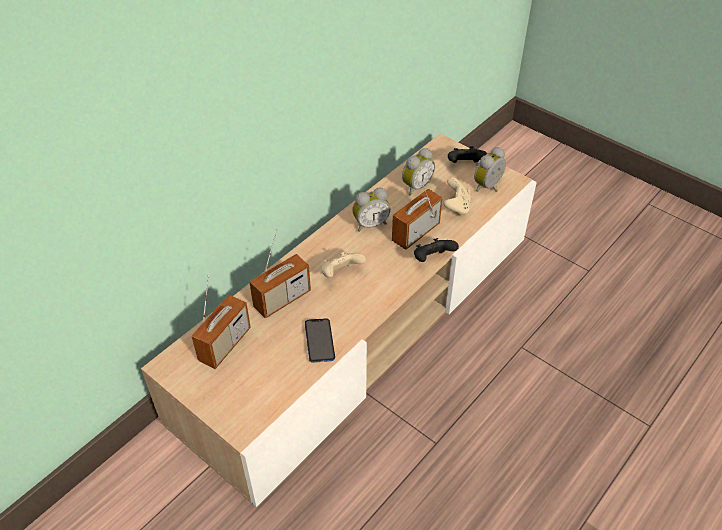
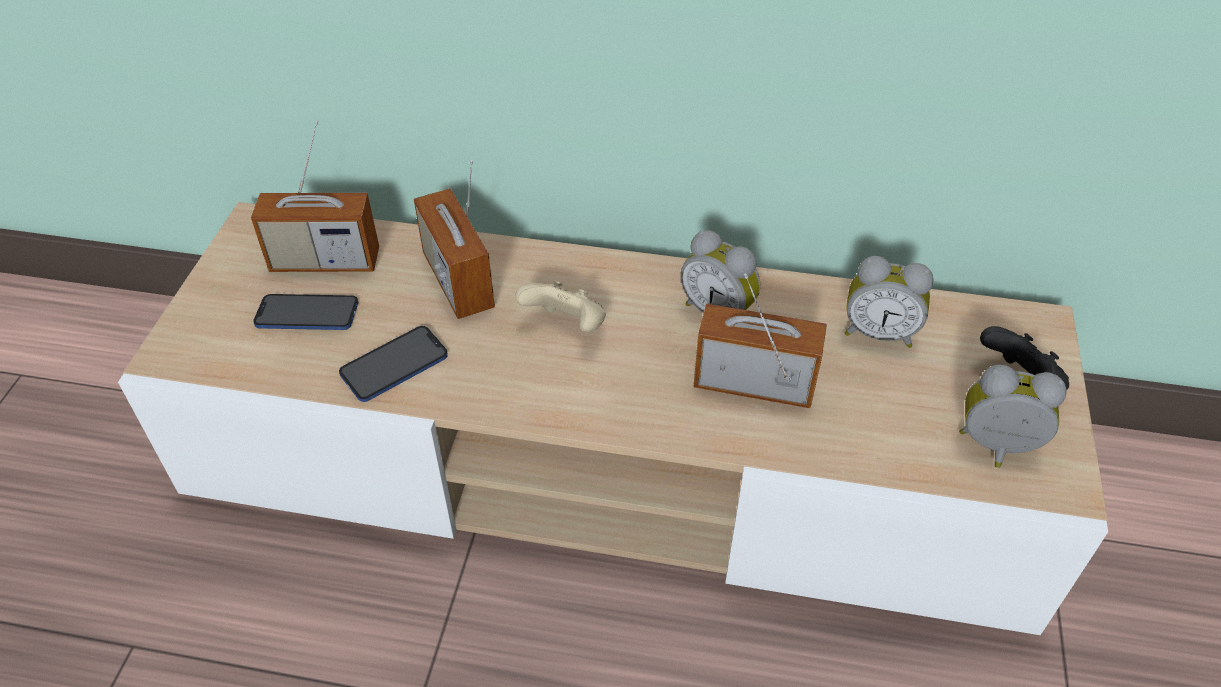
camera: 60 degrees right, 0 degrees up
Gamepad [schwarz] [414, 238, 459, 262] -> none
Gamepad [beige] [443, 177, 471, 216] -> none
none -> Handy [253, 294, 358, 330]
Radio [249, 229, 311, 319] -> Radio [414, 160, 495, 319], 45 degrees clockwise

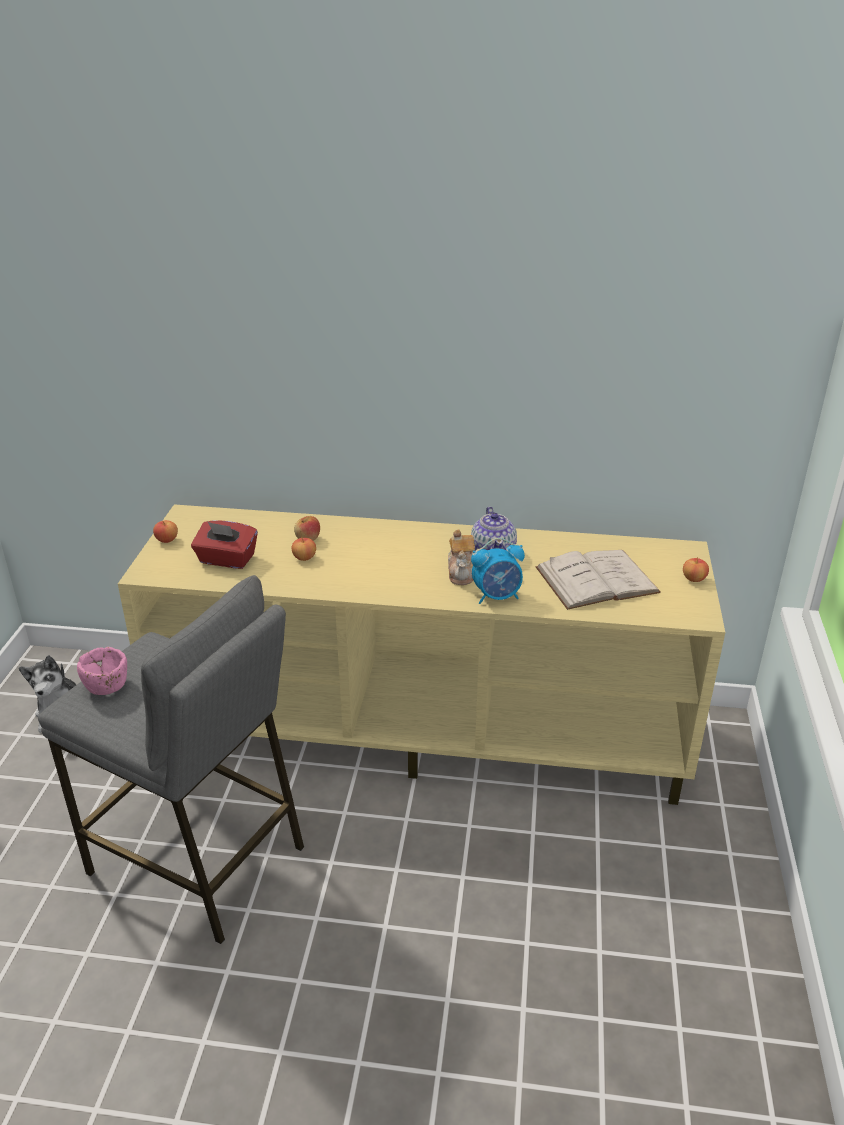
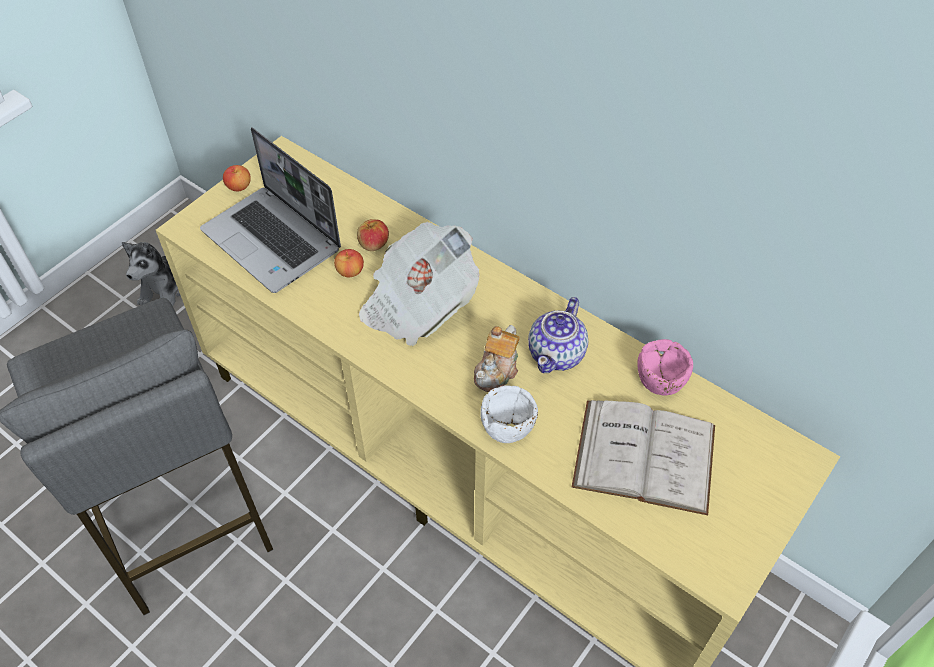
camera: 30 degrees right, 20 degrees up
Apfel [683, 557, 709, 582] -> none
none -> Zeitung [359, 222, 480, 346]
Schüssel [rosa] [77, 647, 127, 695] -> Schüssel [rosa] [637, 339, 693, 395], relocated
Taschentuchbox [rot] [191, 520, 258, 569] -> Laptop [200, 127, 341, 293]
Wecker [471, 538, 525, 604] -> Schüssel [weiß] [480, 385, 538, 443]

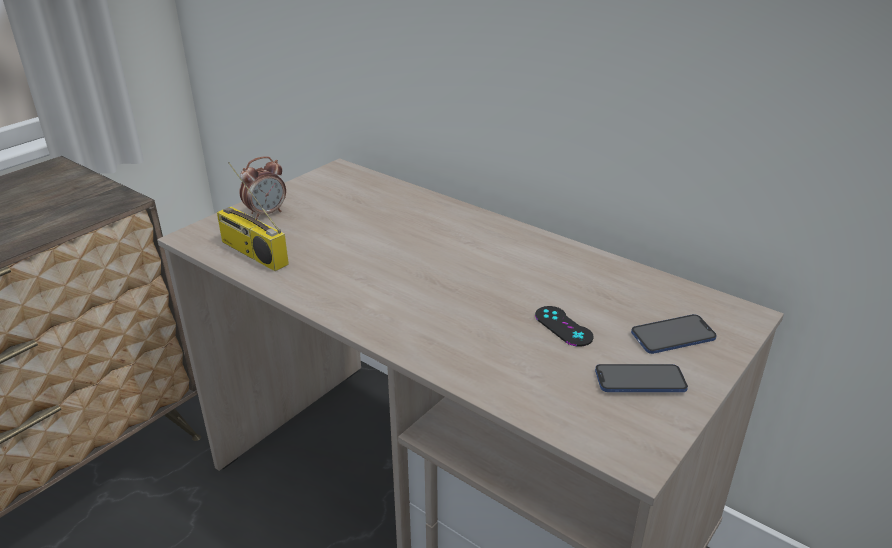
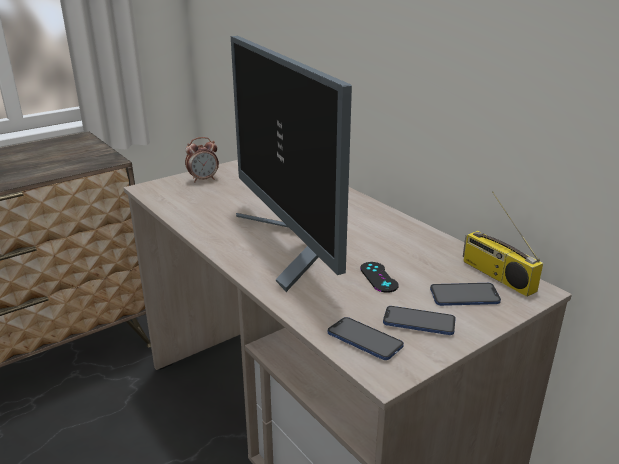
camera: 15 degrees right, 5 degrees down
none -> Monitor [231, 36, 352, 292]
none -> Handy [328, 317, 404, 360]
Radio [217, 162, 289, 271] -> Radio [463, 191, 543, 297], relocated

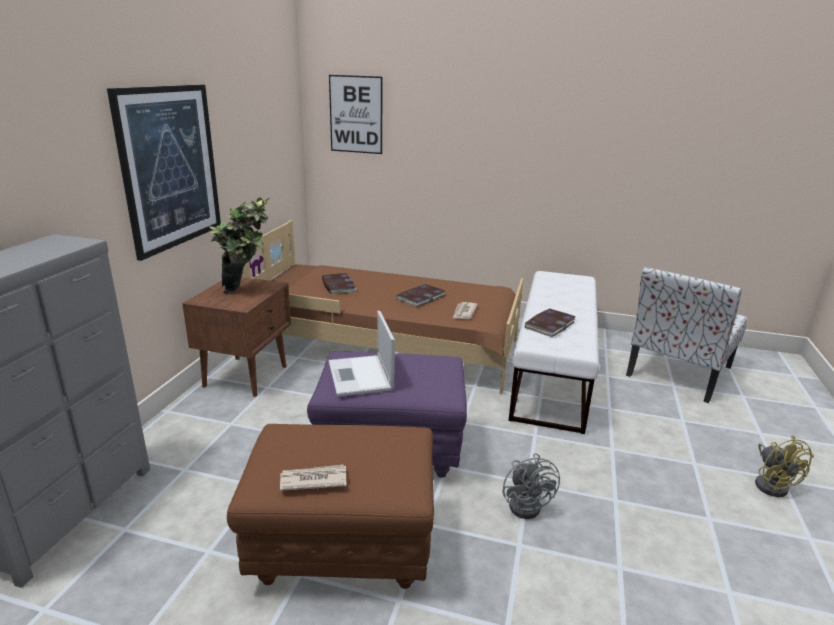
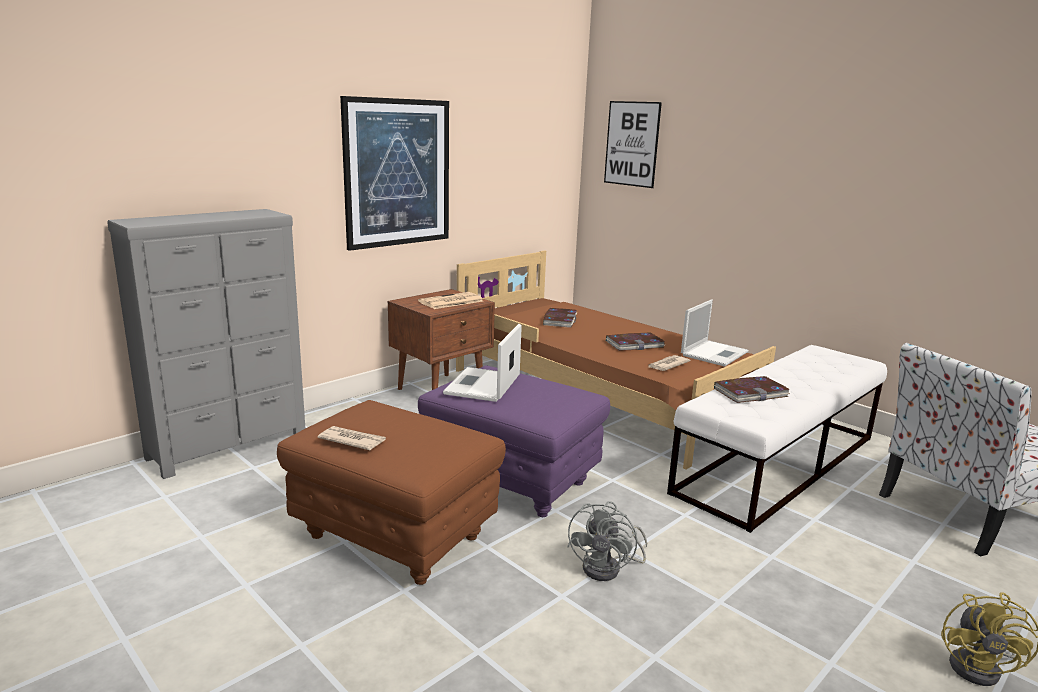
camera: 30 degrees right, 5 degrees down
none -> Laptop [681, 300, 749, 367]
Topfpflanze [209, 198, 270, 293] -> Zeitung [418, 292, 483, 309]

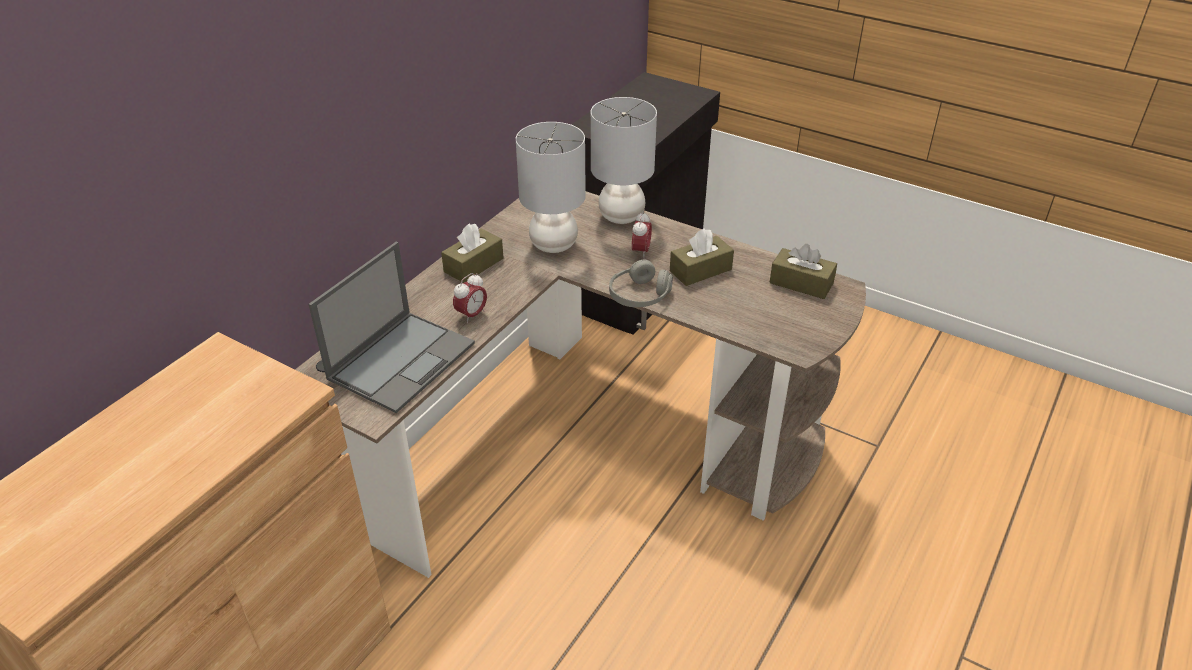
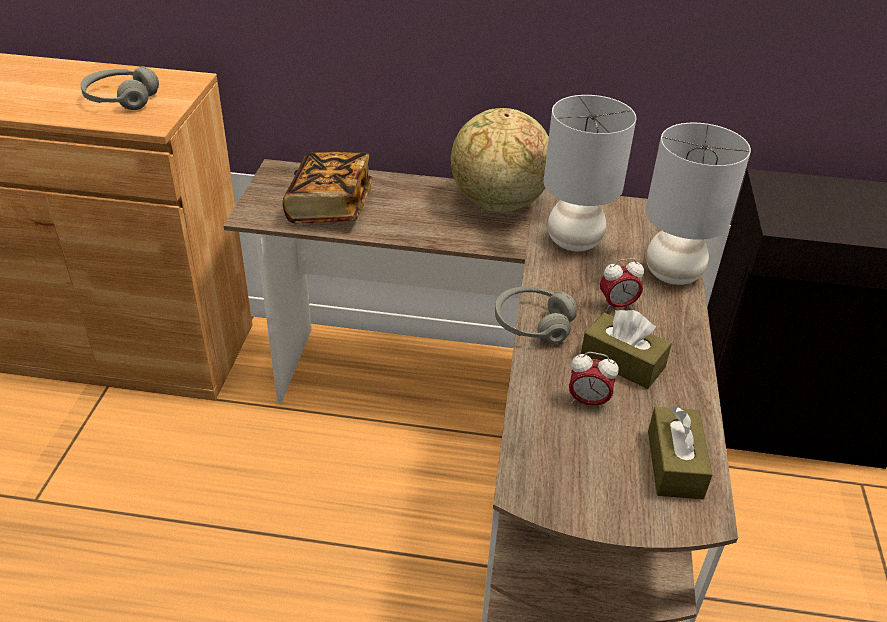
camera: 65 degrees right, 0 degrees up
none -> Kopfhörer [grau] [81, 66, 159, 110]
Wecker [453, 273, 487, 324] -> Wecker [569, 352, 619, 410], relocated
Laptop [309, 242, 475, 413] -> Buch [283, 152, 372, 224]
Taschentuchbox [braun] [441, 223, 503, 283] -> Globus [451, 108, 549, 212]

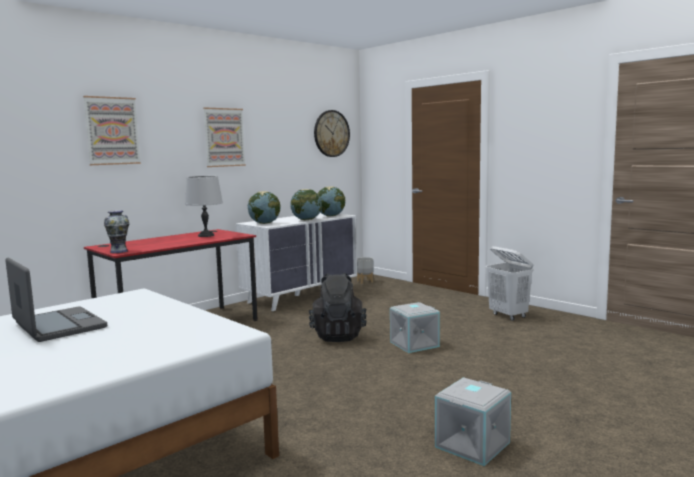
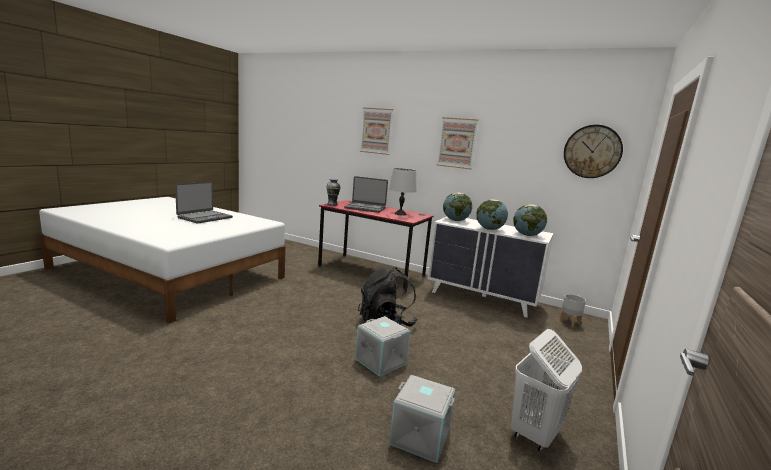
camera: 70 degrees right, 5 degrees up
none -> Laptop [344, 176, 388, 213]
Aufbewahrungsbox [grau] [435, 377, 511, 466] -> Aufbewahrungsbox [grau] [389, 375, 456, 463], relocated

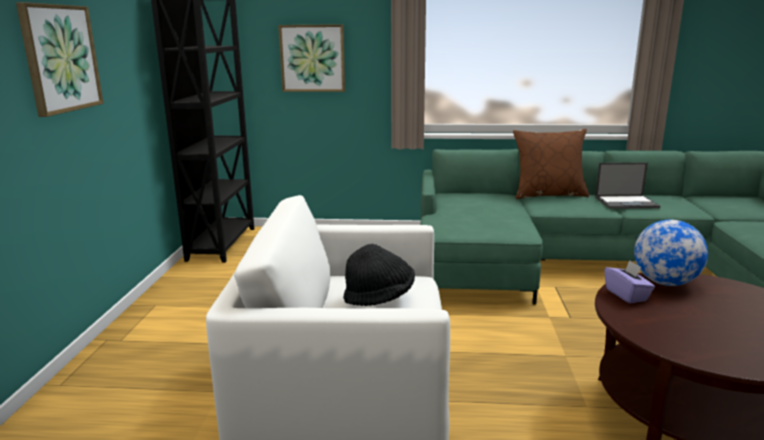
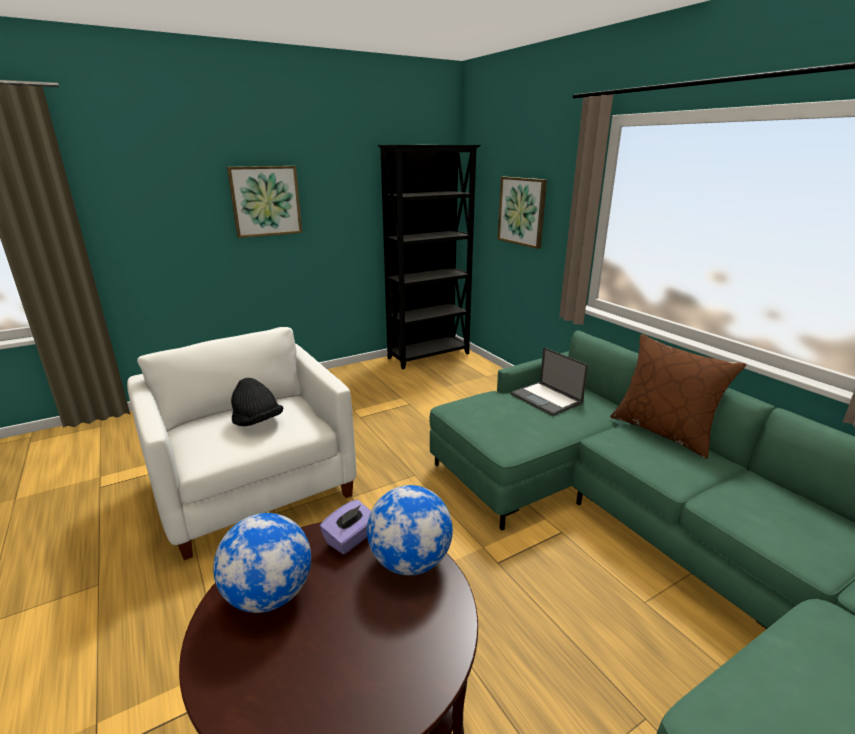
camera: 55 degrees right, 5 degrees up
none -> Globus [213, 513, 311, 613]
Laptop [595, 162, 660, 209] -> Laptop [510, 347, 588, 416], relocated

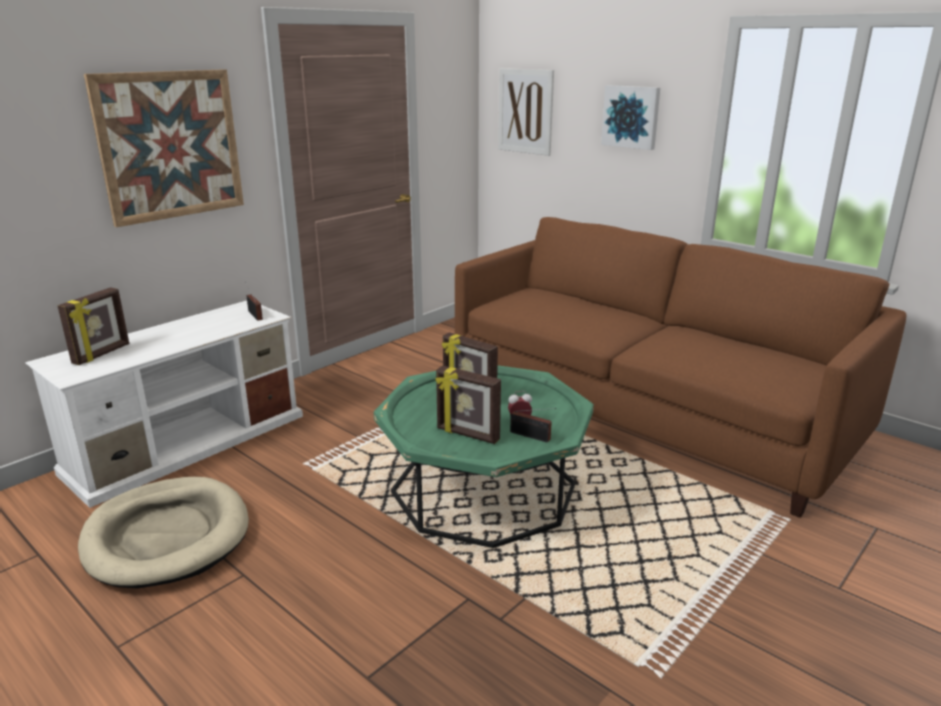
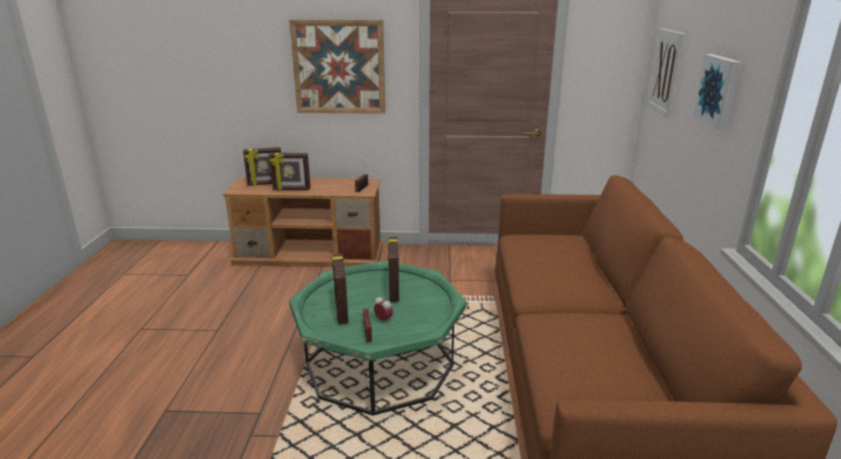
camera: 50 degrees right, 0 degrees up
Hundebett [beige] [78, 477, 249, 588] -> none
none -> Bilderrahmen [269, 153, 310, 190]
Fernsehschrank [weiß] [25, 301, 303, 508] -> Fernsehschrank [braun] [222, 177, 383, 267]

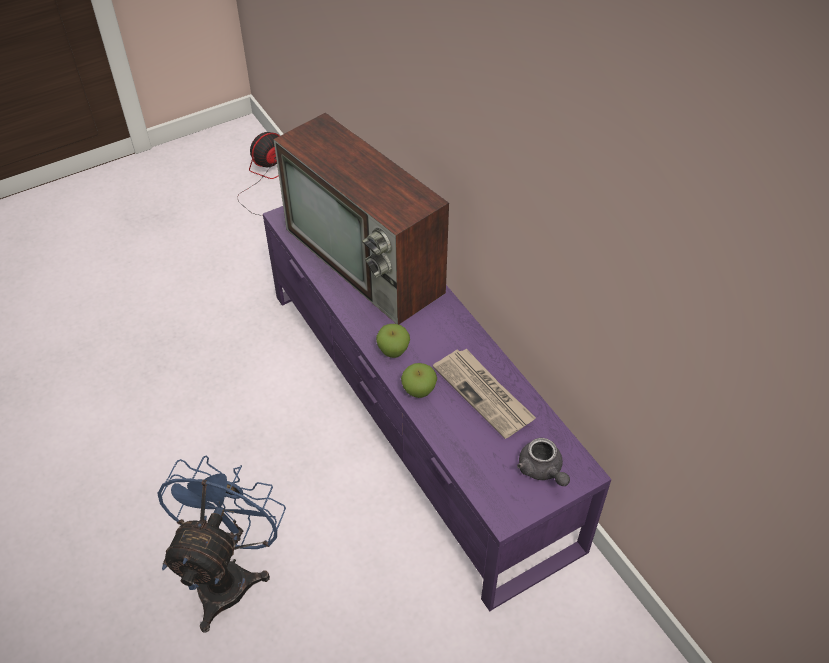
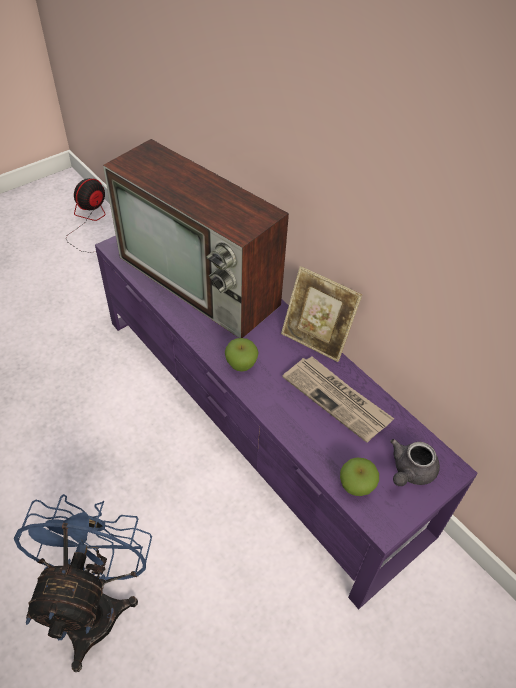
camera: 10 degrees left, 0 degrees up
none -> Bilderrahmen [281, 266, 362, 362]
Apfel [401, 363, 437, 398] -> Apfel [340, 458, 379, 496], relocated
Teekanne [grau] [517, 438, 570, 486] -> Teekanne [grau] [390, 439, 440, 486], 75 degrees clockwise

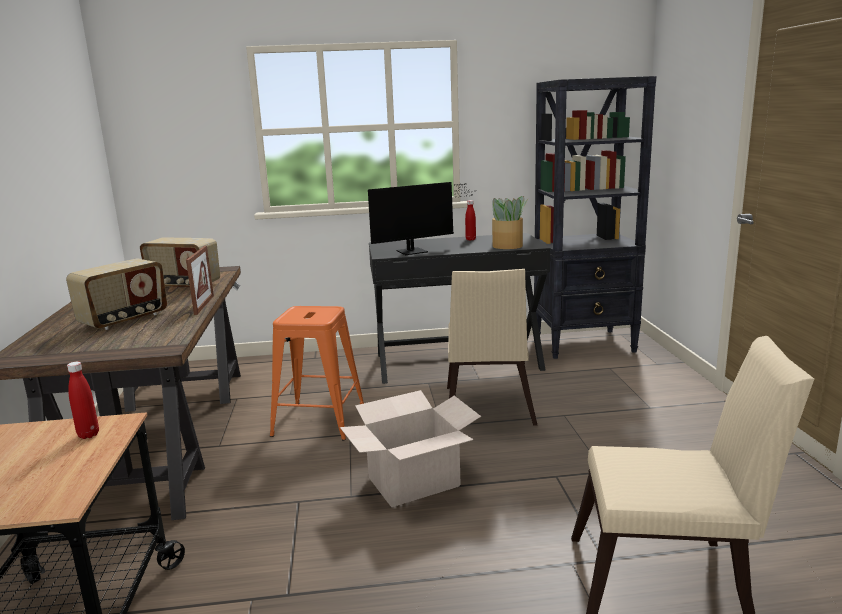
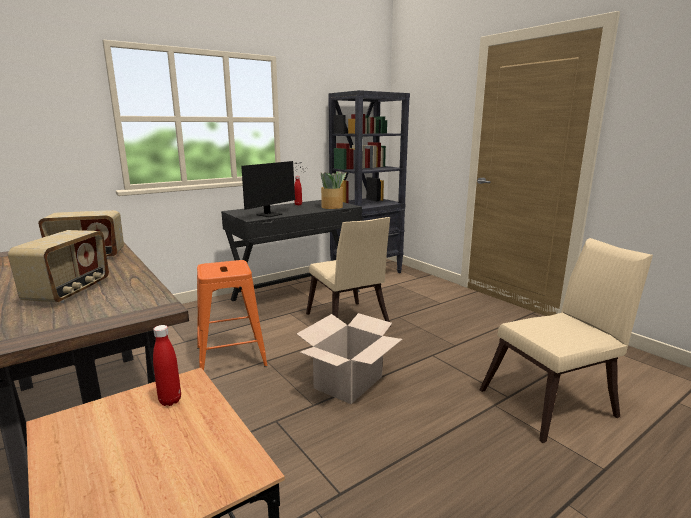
camera: 30 degrees left, 0 degrees up
Bilderrahmen [186, 246, 214, 315] -> none

